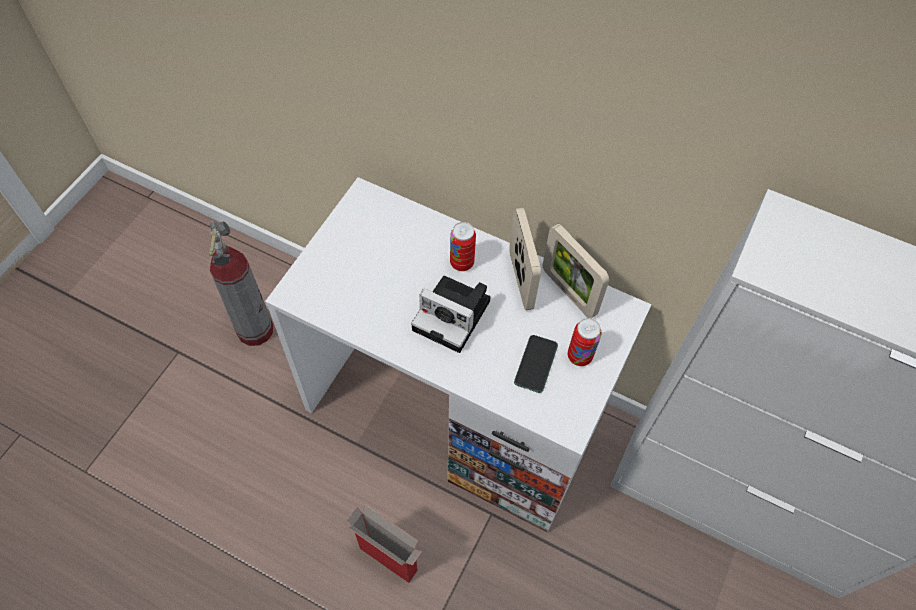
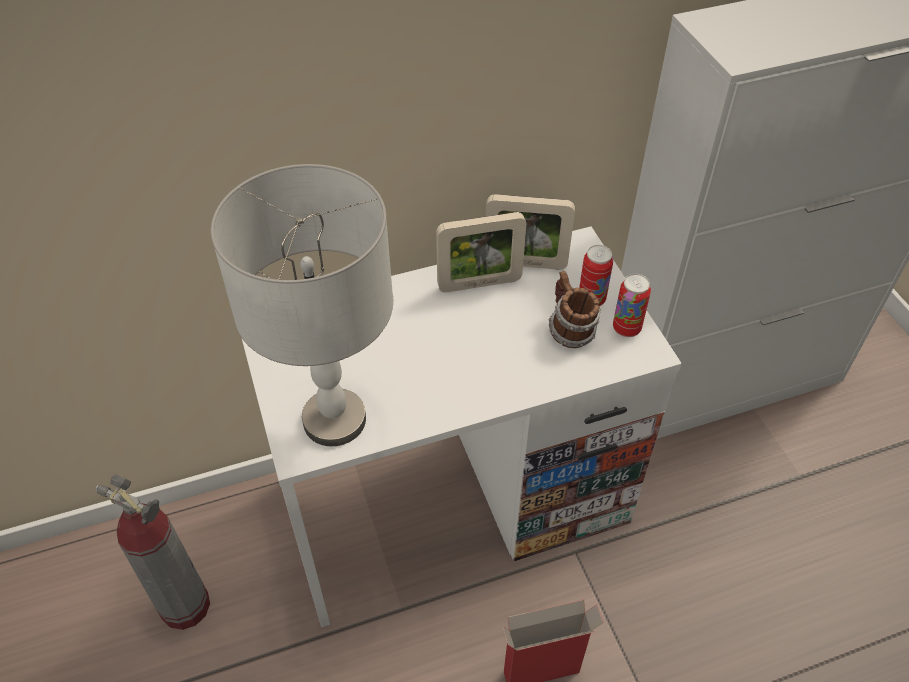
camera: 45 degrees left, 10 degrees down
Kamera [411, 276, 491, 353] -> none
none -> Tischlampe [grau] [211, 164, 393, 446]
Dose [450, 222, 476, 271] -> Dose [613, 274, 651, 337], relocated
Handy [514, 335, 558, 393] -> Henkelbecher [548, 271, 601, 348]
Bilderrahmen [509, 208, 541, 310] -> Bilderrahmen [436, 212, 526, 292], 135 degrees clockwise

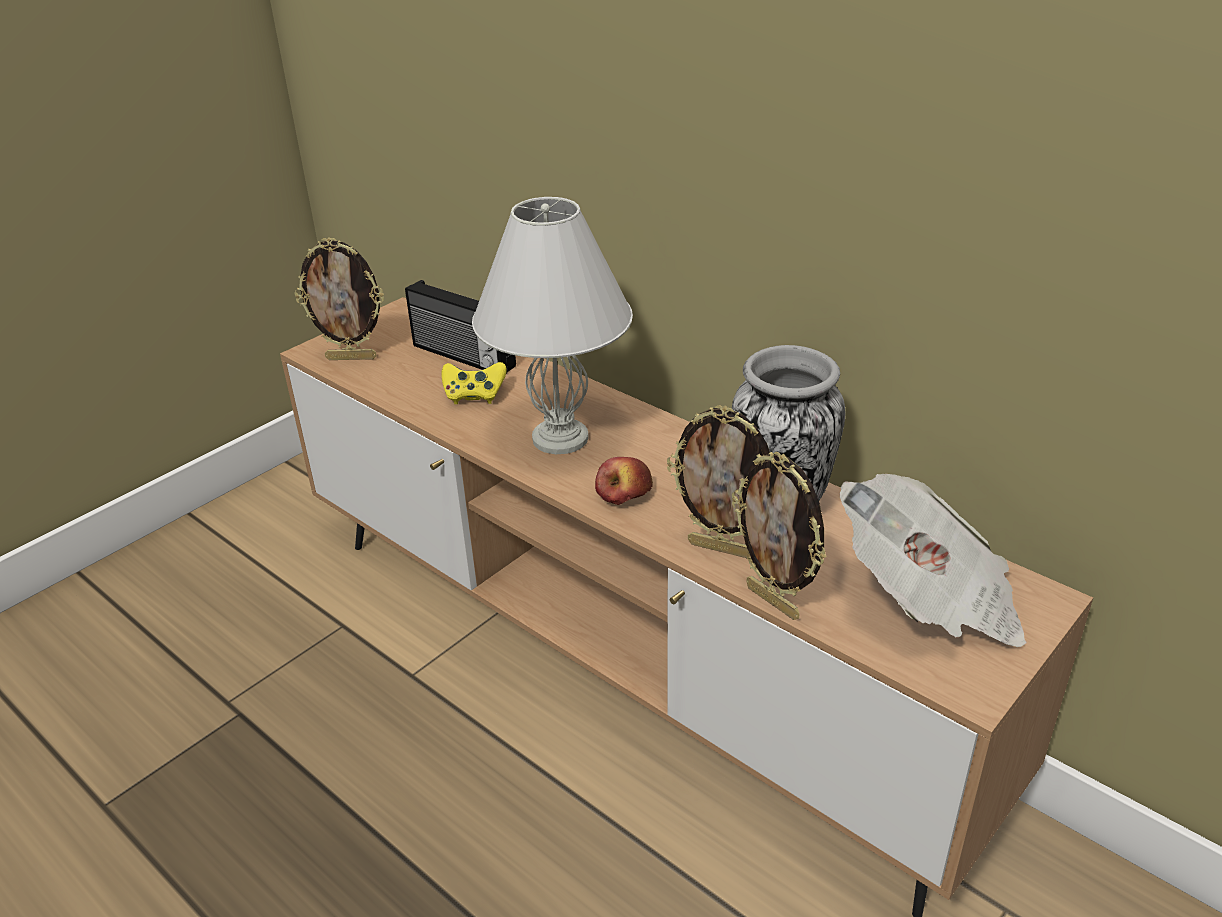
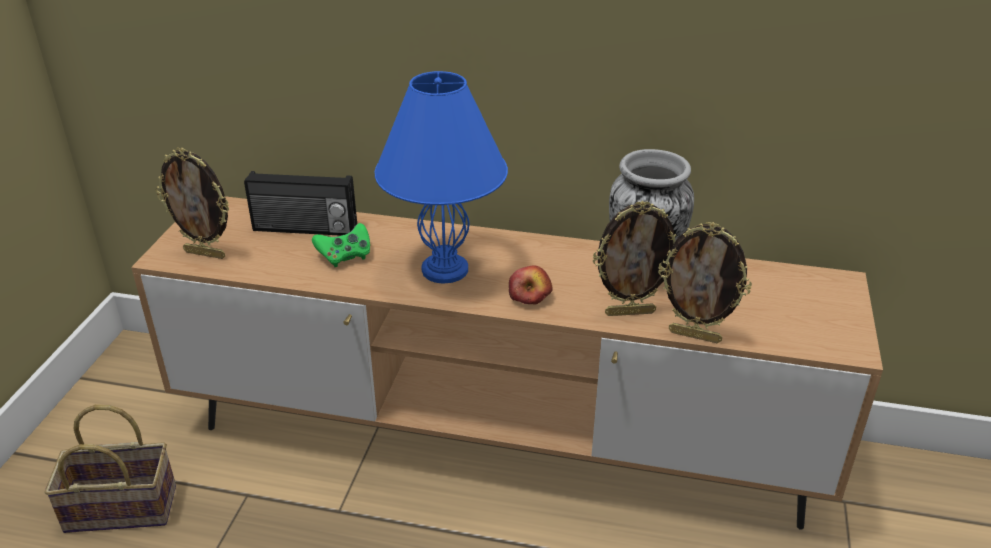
camera: 30 degrees left, 0 degrees up
Zeitung [840, 474, 1027, 647] -> none
none -> Korb [45, 405, 176, 533]
Gamepad [gelb] [442, 362, 507, 404] -> Gamepad [grün] [312, 223, 370, 267]
Tischlampe [weiß] [472, 197, 633, 454] -> Tischlampe [blau] [375, 71, 508, 284]
Bilderrahmen [294, 237, 384, 360] -> Bilderrahmen [155, 148, 229, 259], 45 degrees clockwise

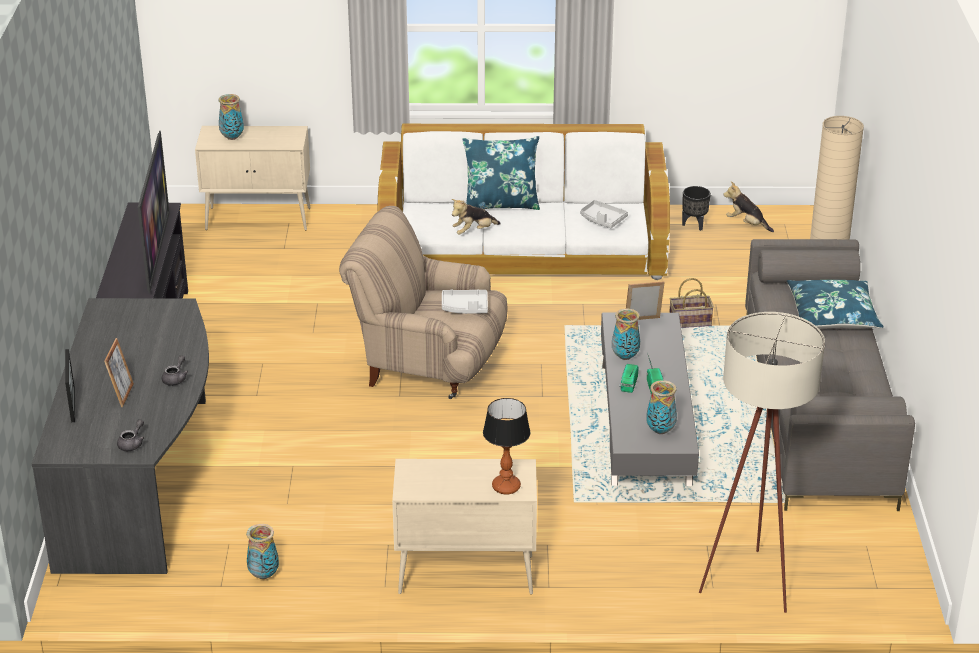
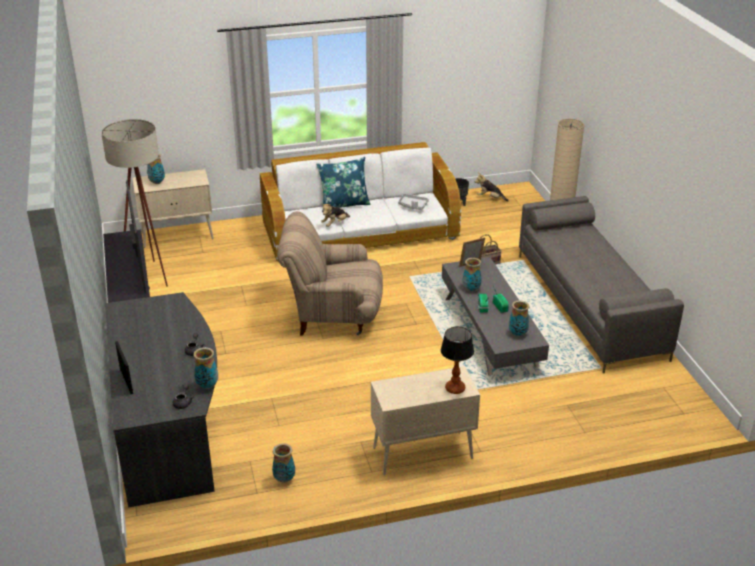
camera: 15 degrees left, 0 degrees up
Bilderrahmen [104, 338, 134, 407] -> none
Tablett [grau] [442, 289, 488, 314] -> none
Kissen [blau] [787, 280, 883, 329] -> none
none -> Vase [193, 347, 218, 389]
Stehlampe [beige] [699, 312, 825, 613] -> Stehlampe [beige] [101, 119, 168, 287], relocated

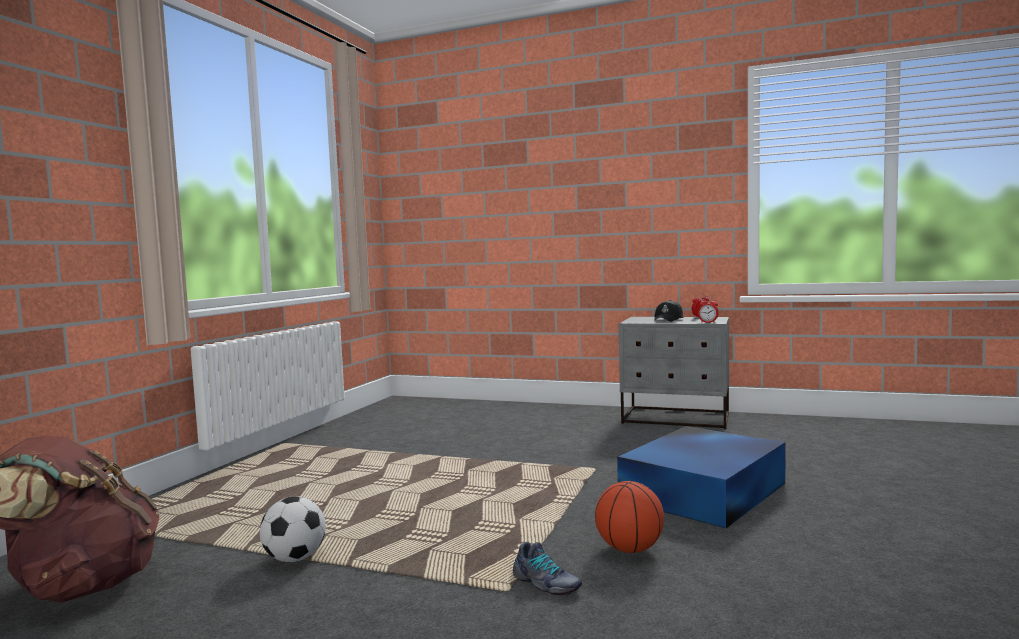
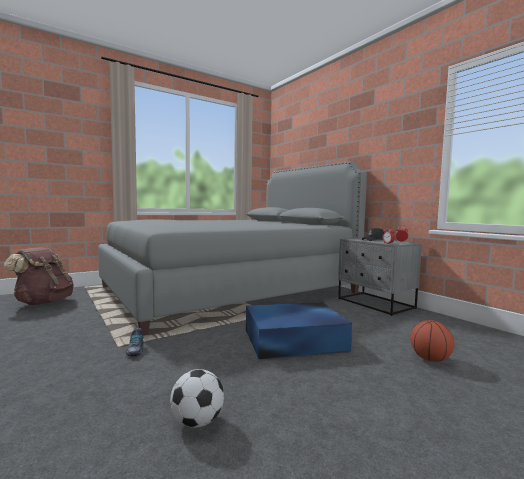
camera: 35 degrees right, 0 degrees up
none -> Bett [grau] [98, 161, 367, 335]
Fußball [260, 496, 326, 562] -> Fußball [170, 369, 224, 428], relocated
Basketball [595, 481, 664, 553] -> Basketball [410, 320, 455, 362], relocated

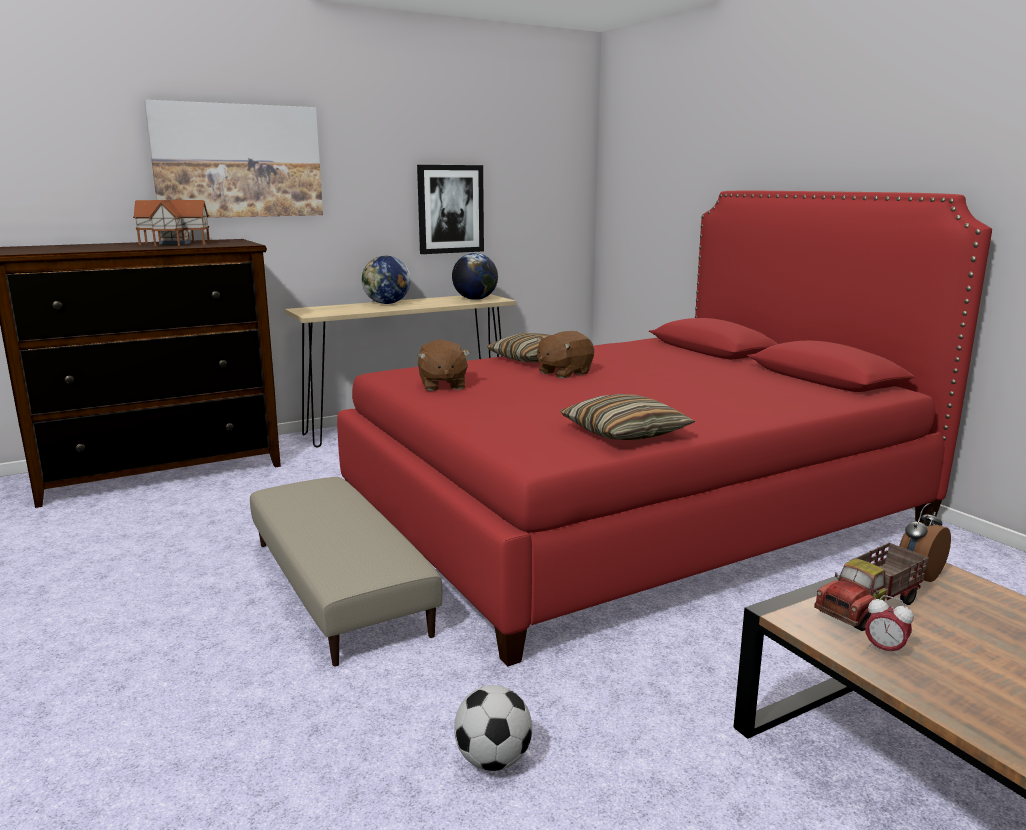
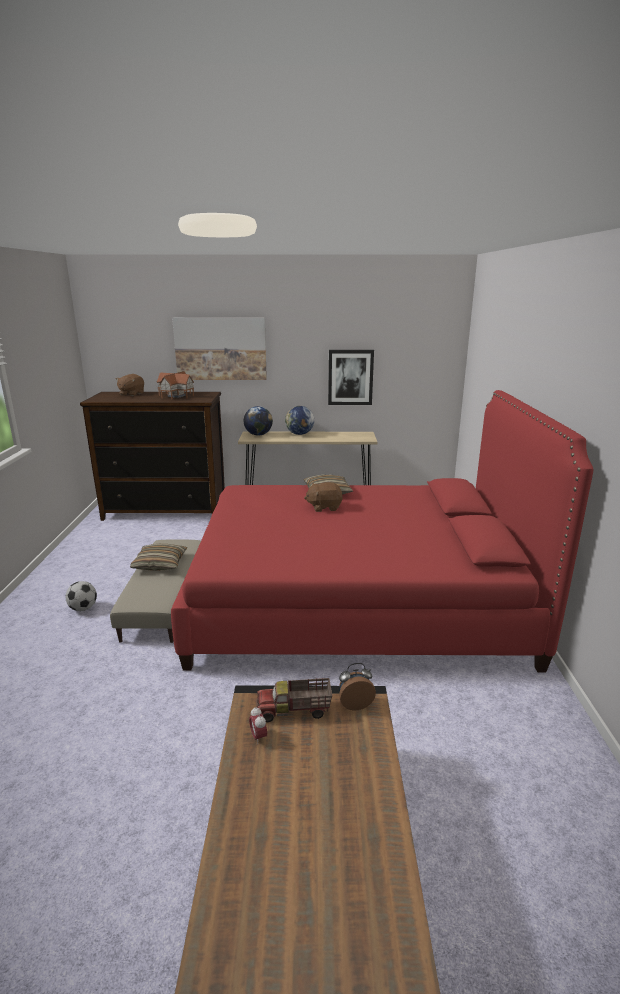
camera: 30 degrees right, 5 degrees up
Plüschtier [braun] [418, 340, 470, 391] -> Plüschtier [braun] [116, 374, 144, 396], relocated
Globus [452, 253, 498, 300] -> Globus [244, 406, 273, 436], relocated
Fußball [454, 685, 532, 771] -> Fußball [66, 581, 97, 611], relocated
Kissen [560, 394, 695, 440] -> Kissen [130, 544, 188, 571], relocated

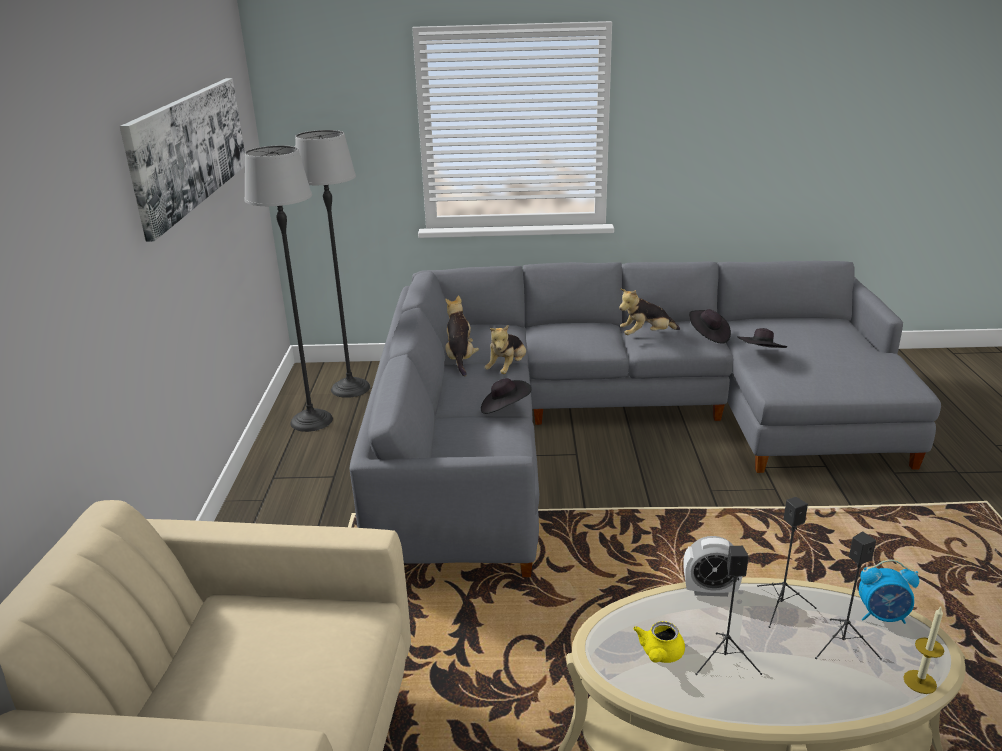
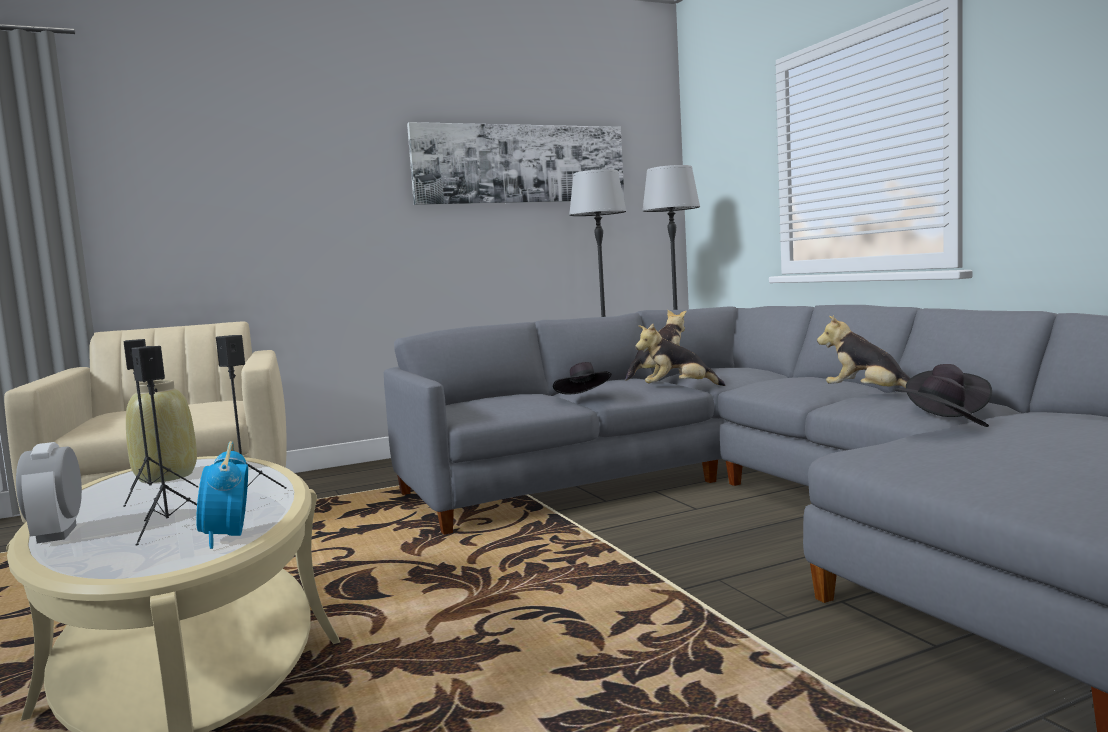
camera: 65 degrees right, 20 degrees down
Kerze [903, 607, 944, 694] -> none
Wecker [683, 536, 743, 597] -> Wecker [16, 442, 82, 543], relocated
Teekanne [gelb] [633, 621, 685, 663] -> Vase [beige] [126, 380, 197, 483]

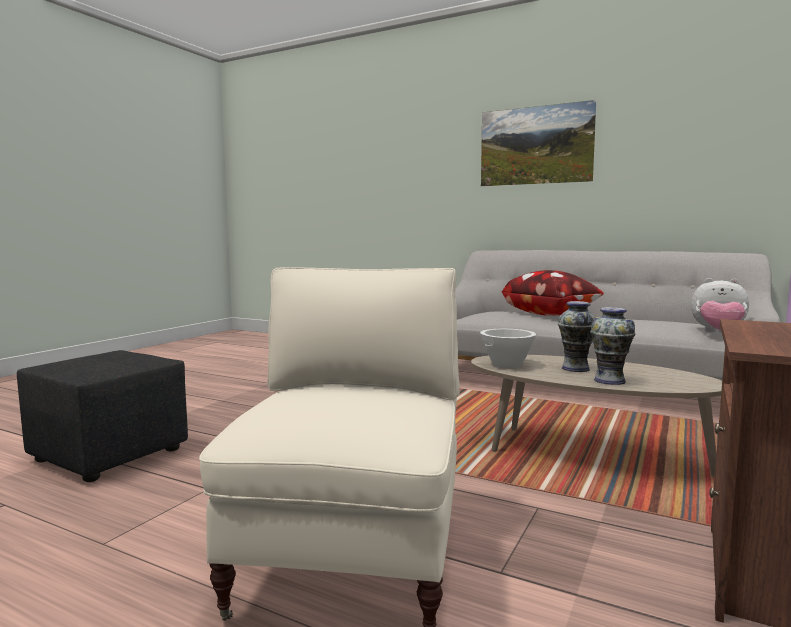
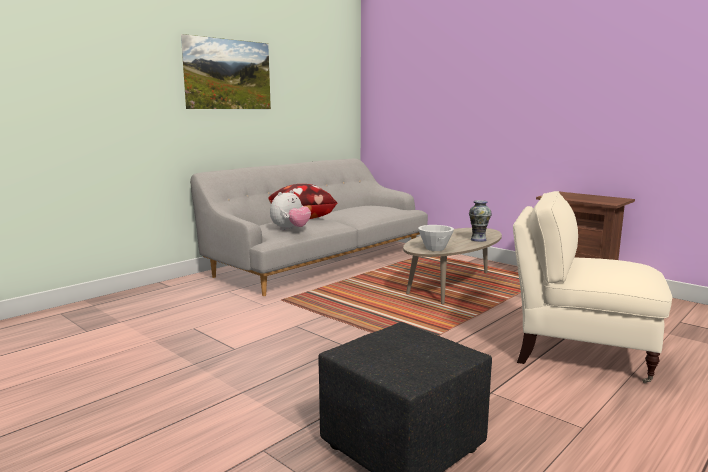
camera: 75 degrees left, 5 degrees up
Vase [558, 301, 595, 372] -> none
Plüschtier [691, 278, 749, 333] -> Plüschtier [270, 190, 311, 230], relocated

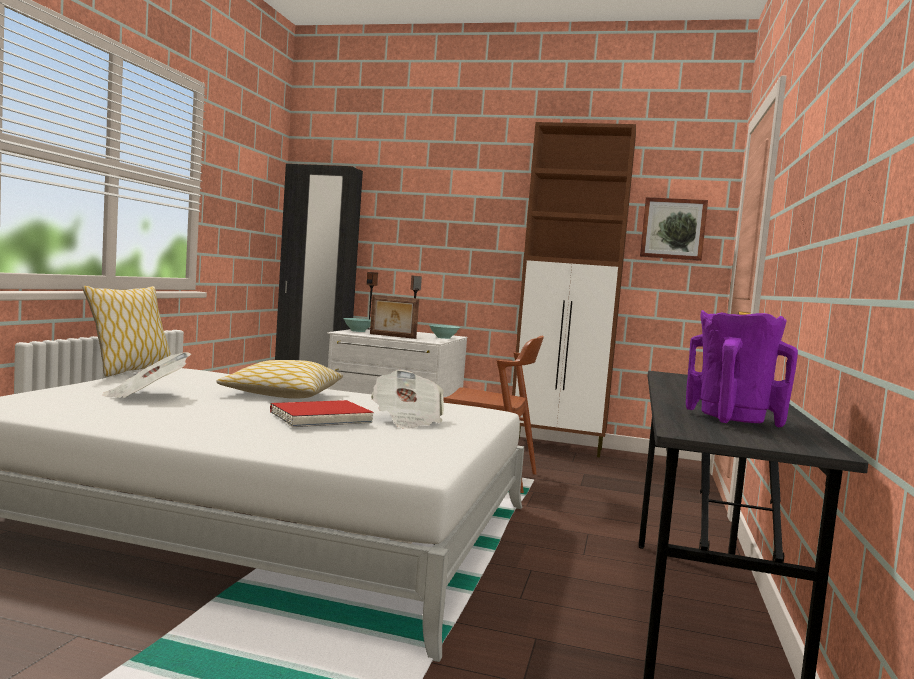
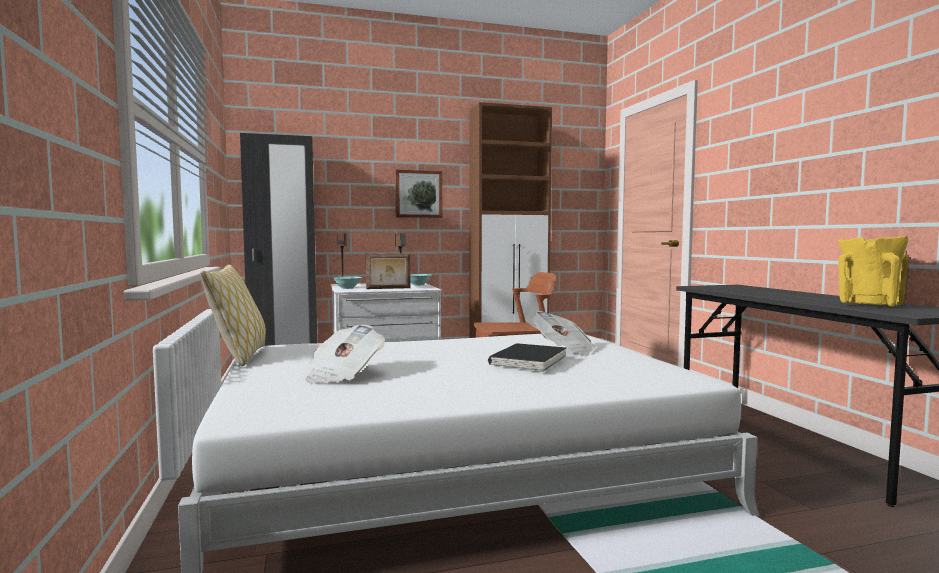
camera: 30 degrees left, 0 degrees up
Kissen [216, 360, 343, 399] -> none
Bild [640, 197, 708, 261] -> Bild [395, 170, 442, 218], relocated
Buch [rot] [270, 400, 374, 427] -> Buch [schwarz] [488, 343, 566, 372]
Vase [lila] [686, 310, 798, 427] -> Vase [gelb] [838, 236, 908, 307]

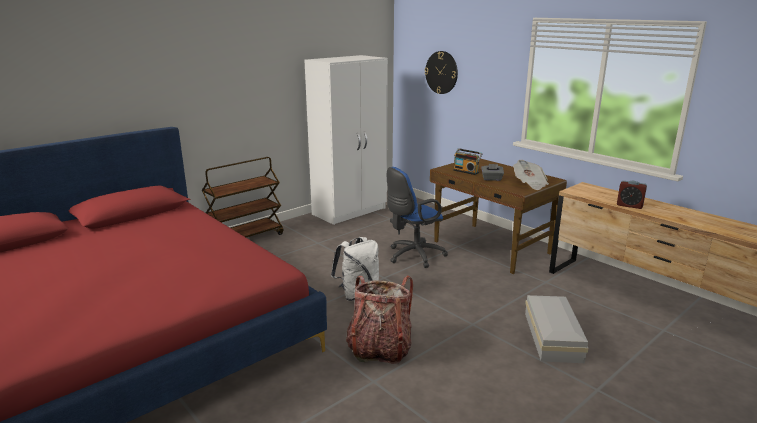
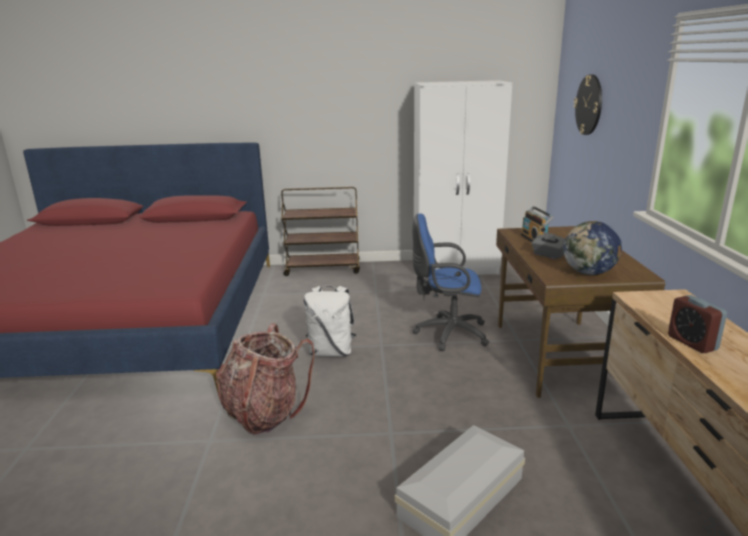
camera: 40 degrees right, 0 degrees up
Zeitung [513, 160, 549, 190] -> Globus [564, 221, 622, 275]

